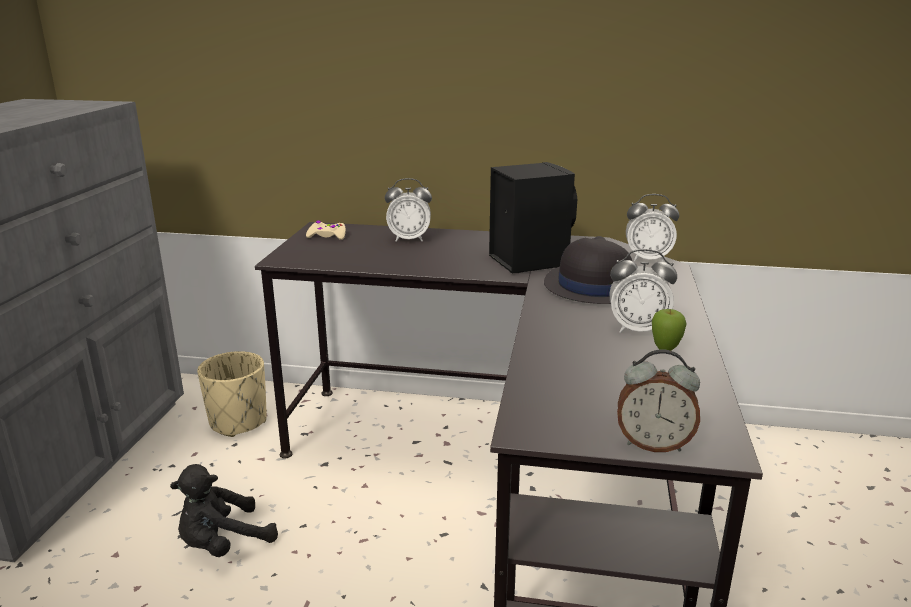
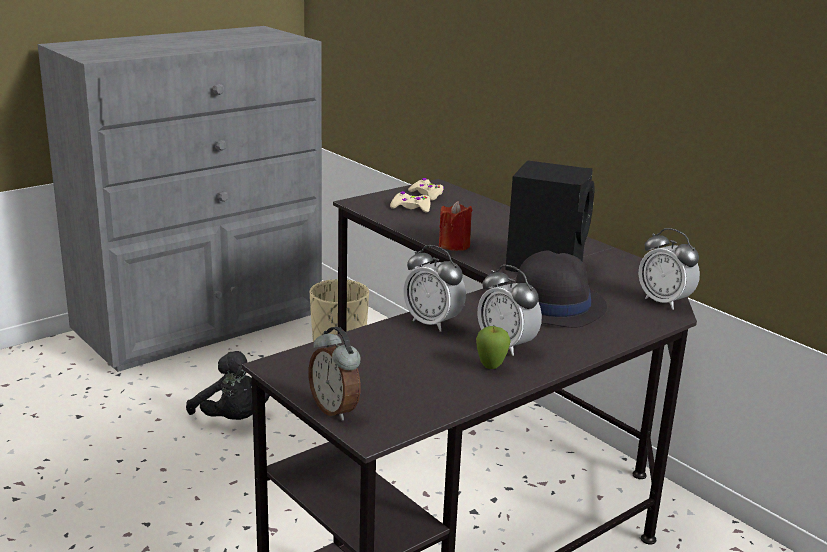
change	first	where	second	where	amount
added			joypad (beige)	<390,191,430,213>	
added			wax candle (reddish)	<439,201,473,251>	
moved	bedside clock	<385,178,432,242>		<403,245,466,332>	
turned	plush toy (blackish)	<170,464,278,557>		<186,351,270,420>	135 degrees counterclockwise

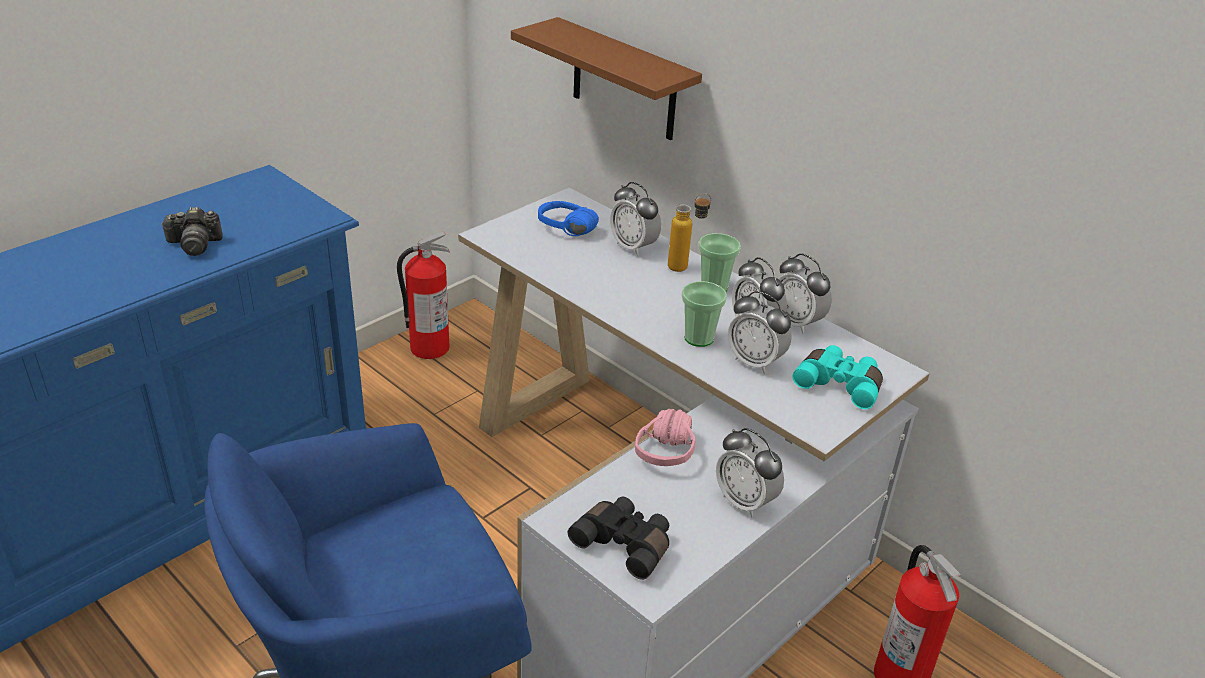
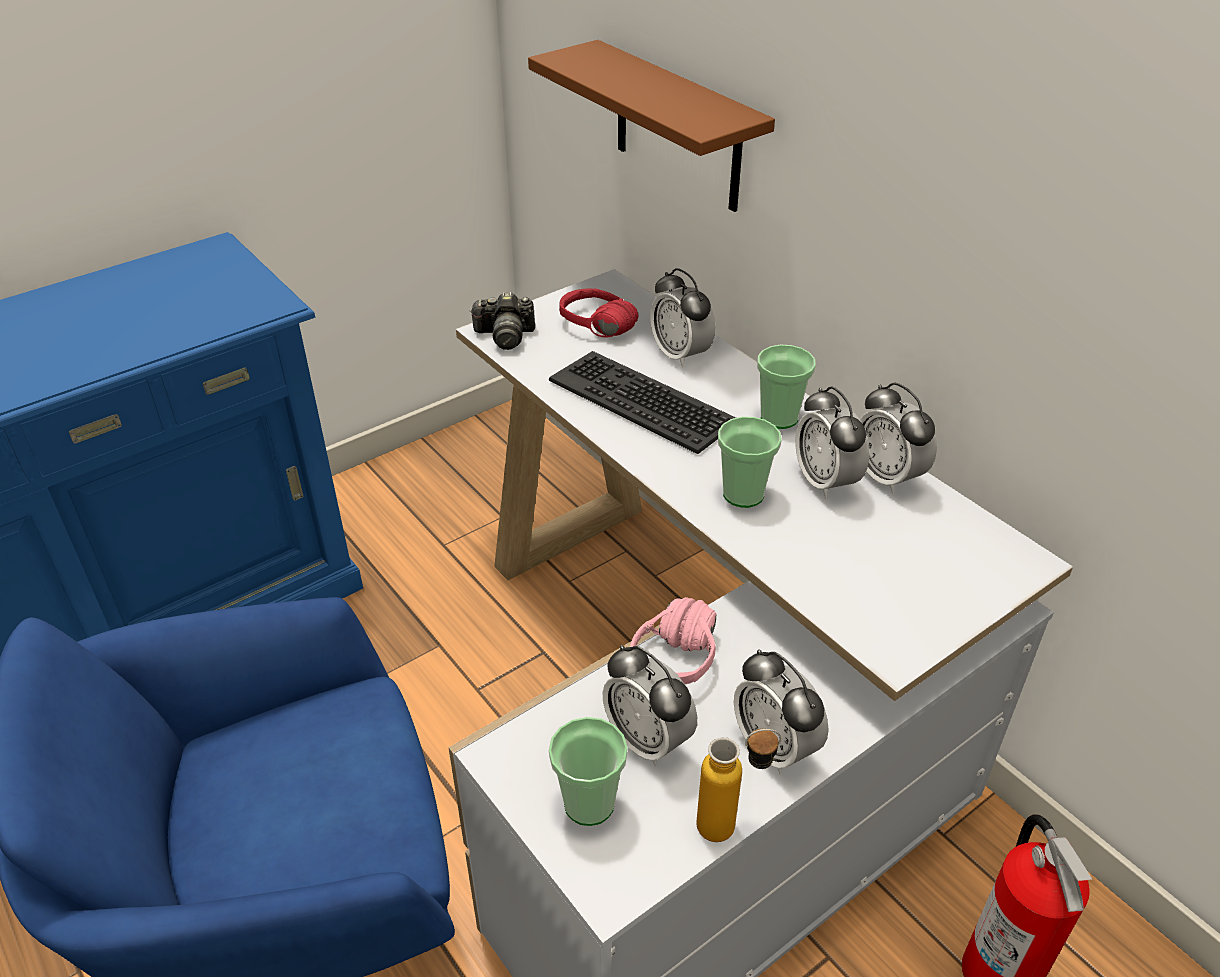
change	first	where	second	where	amount
removed	fire-fighting cylinder	<397,231,450,359>			
removed	pair of binoculars (turquoise-coloured)	<792,345,883,409>			
added			PC keyboard	<549,351,736,454>	
moved	photo camera	<161,207,223,256>		<470,292,535,350>	
moved	drink bottle	<668,193,712,272>		<696,729,781,842>	
moved	bedside clock	<728,291,792,374>		<603,645,697,766>	
replaced	pair of binoculars (blackish)	<568,497,669,580>	cup	<549,717,628,826>	
recoloured	headset (blue)	<538,201,599,236>	headset (reddish)	<559,288,639,338>	

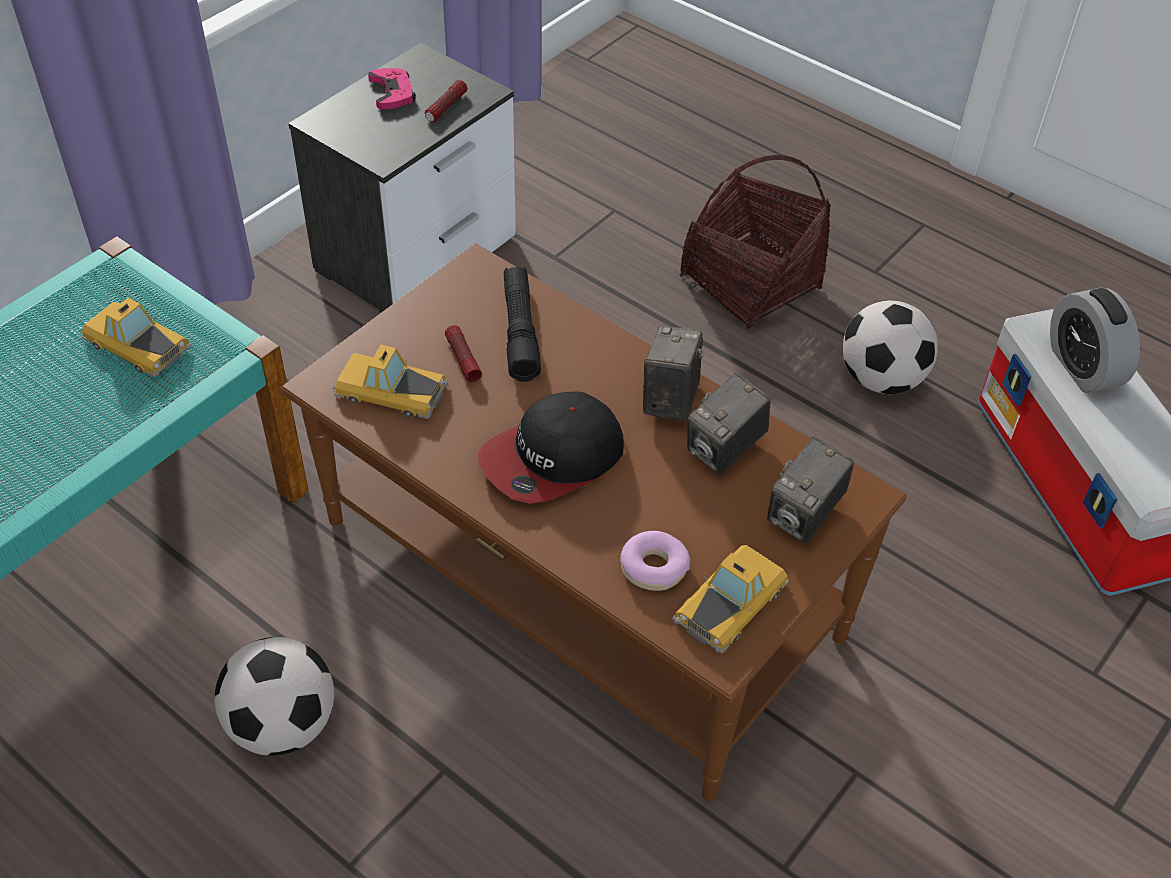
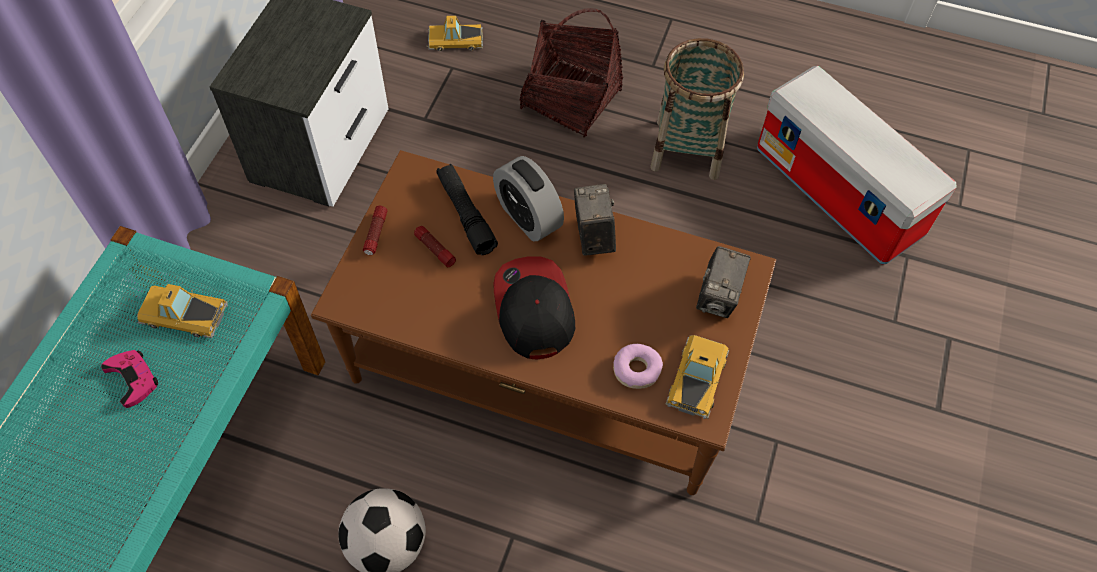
change	first	where	second	where	amount
removed	photo camera	<687,372,771,475>			
moved	miniature car	<333,345,448,419>		<426,16,483,51>	
moved	joypad (pinkish)	<368,68,416,110>		<101,350,158,408>	
moved	hand torch	<425,80,467,122>		<363,206,388,255>	
moved	bedside clock	<1050,288,1140,393>		<493,156,564,241>	
replaced	football ball	<843,300,938,394>	storage basket	<650,38,744,180>	
turned	cap	<478,392,624,504>		<493,256,575,359>	135 degrees clockwise

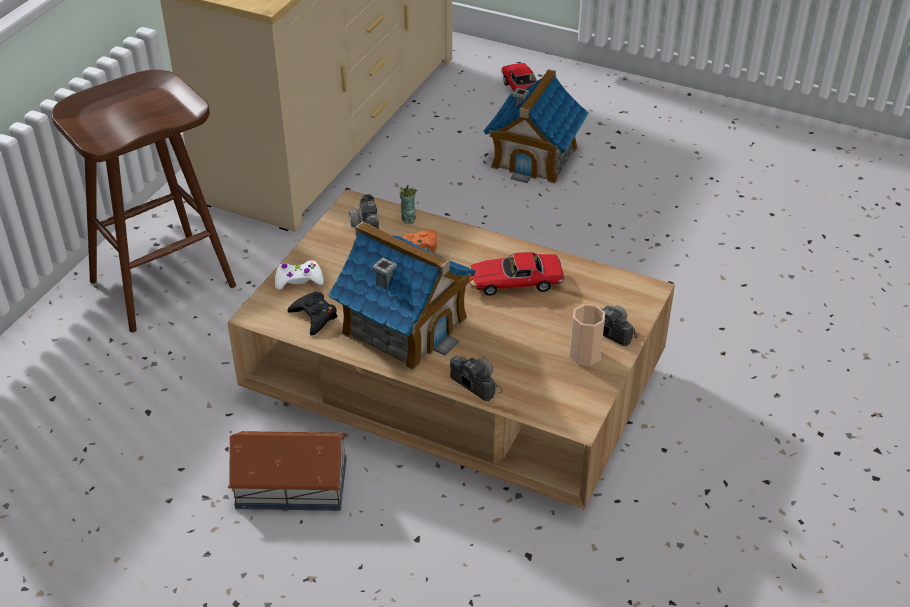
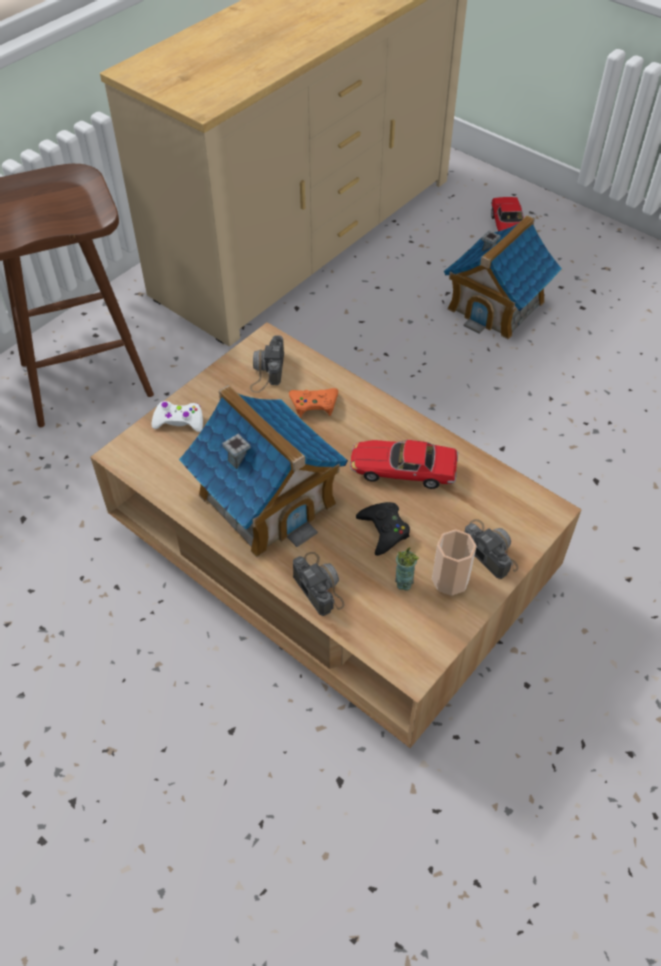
change	first	where	second	where	amount
removed	toy house	<228,431,348,511>			
moved	joypad (blackish)	<288,292,337,336>		<356,502,410,556>	
moved	cup	<400,185,417,224>		<395,547,419,591>	

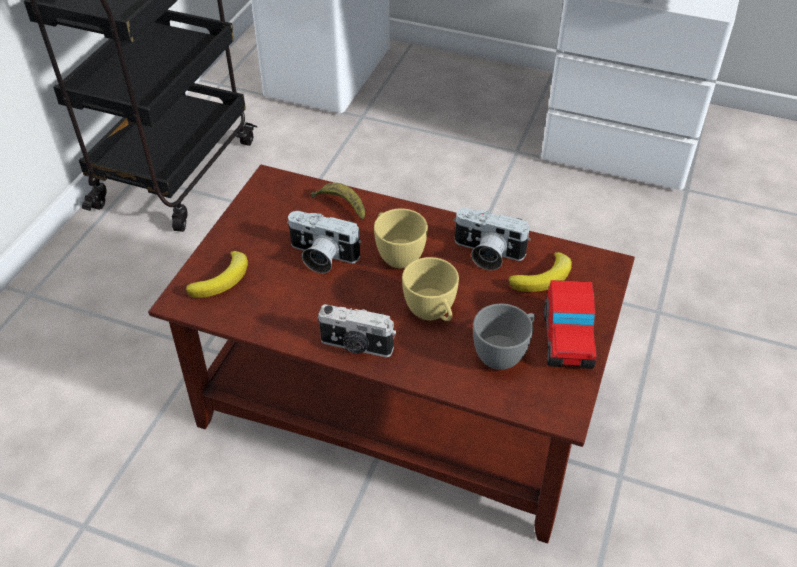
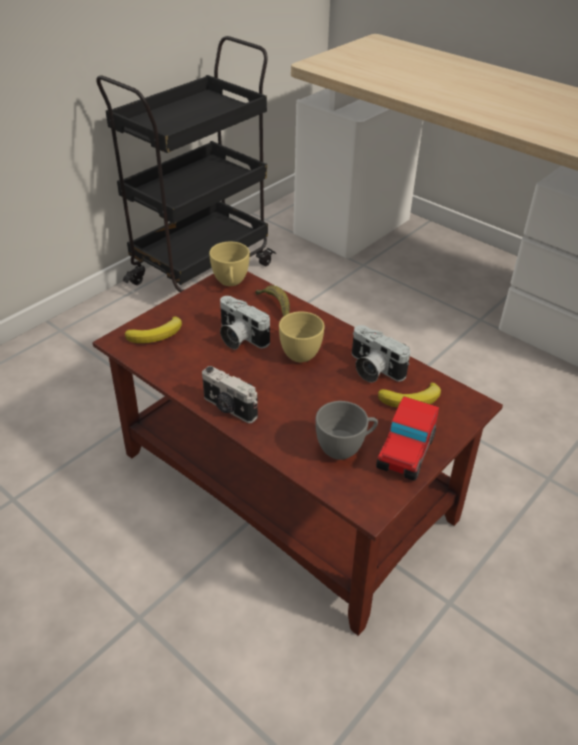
change	first	where	second	where	amount
moved	cup (yellow-coloured)	<402,257,459,321>		<209,242,250,286>	

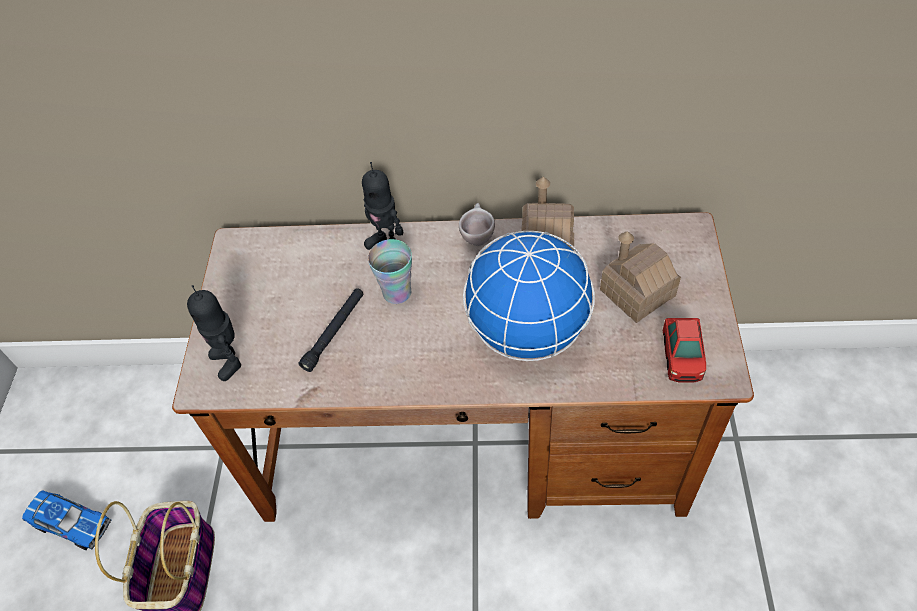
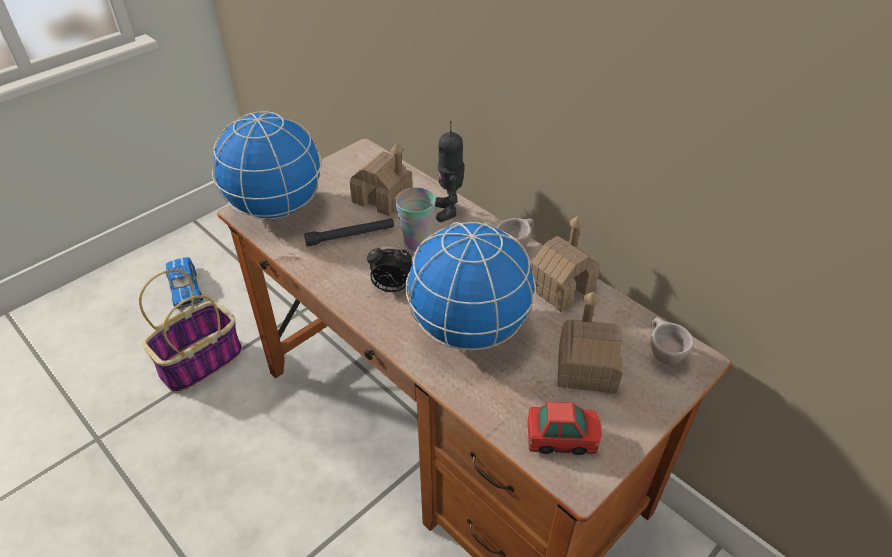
change	first	where	second	where	amount
added			toy house	<349,143,413,216>	
added			bedside clock	<367,245,412,292>	
added			cup (beige)	<650,317,694,364>	
replaced	toy robot	<187,285,241,381>	world globe	<212,111,322,220>	
turned	miniature car	<663,318,706,383>		<528,402,602,455>	135 degrees counterclockwise

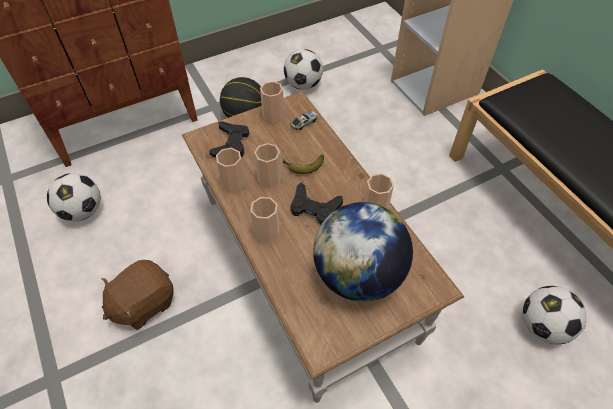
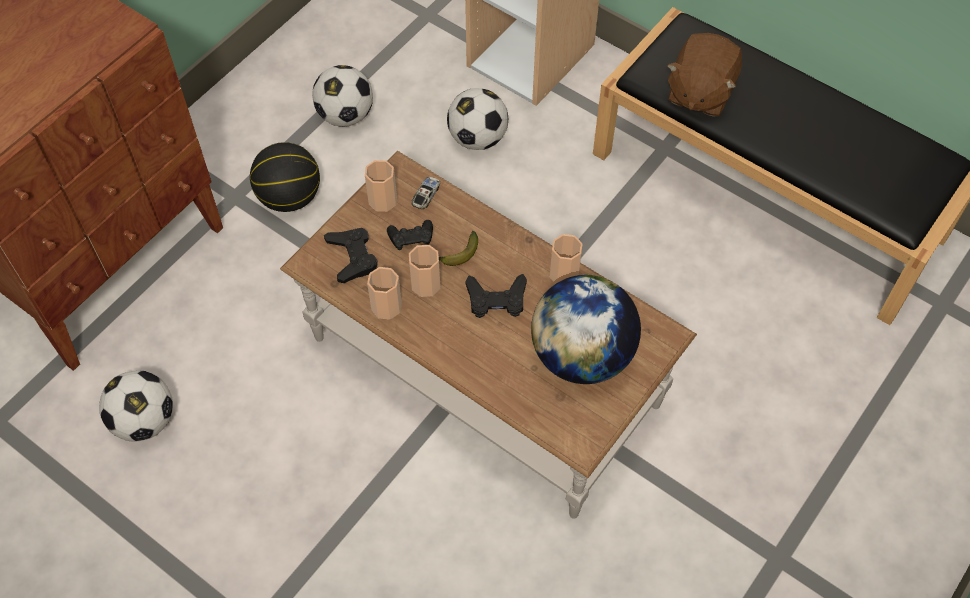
change	first	where	second	where	amount
removed	cup	<250,197,279,243>			
added			joypad (blackish)	<387,220,433,250>	
moved	plush toy (brown)	<101,260,174,330>		<667,33,742,116>	
moved	football ball	<523,286,586,344>		<447,88,508,150>	

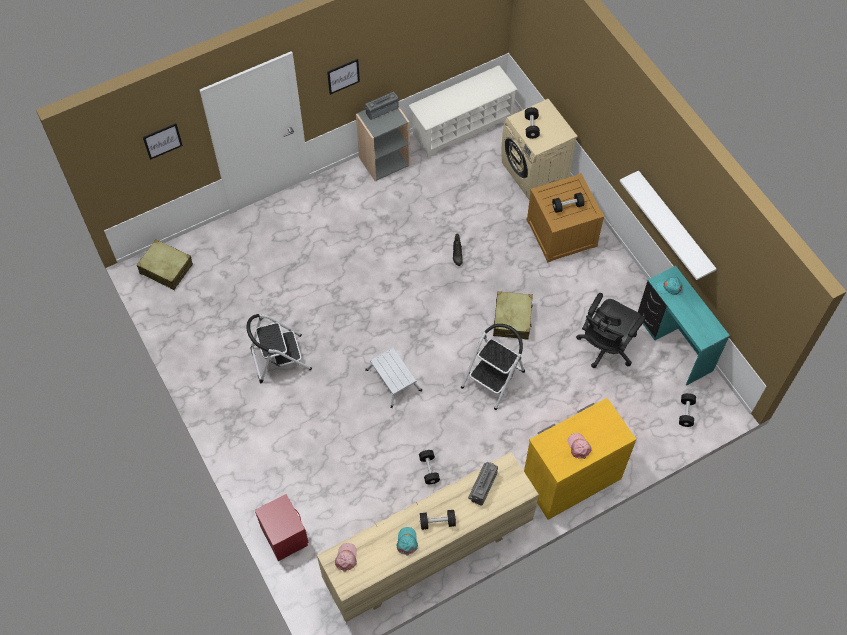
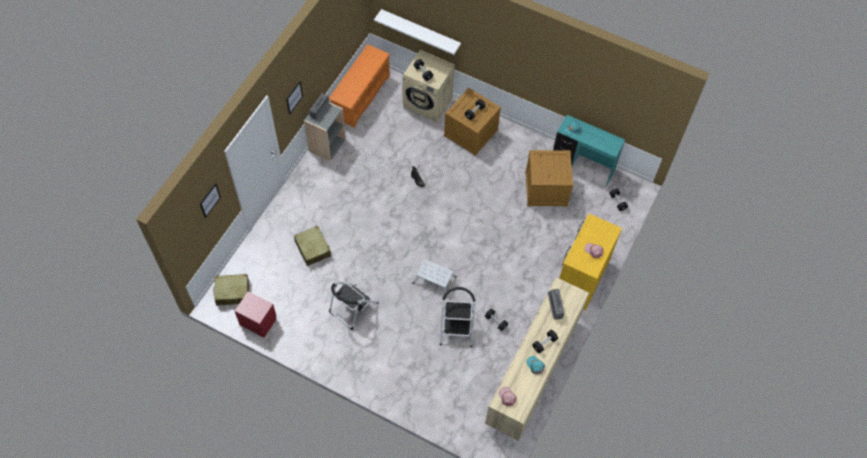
change	first	where	second	where	amount
moved	night table (reddish)	<255,494,309,561>		<235,291,276,337>	
moved	stepladder	<461,324,525,410>		<440,287,476,347>	
moved	travel case (beige)	<493,291,533,340>		<294,226,331,266>	
moved	bracket shelf (whitish)	<620,171,716,280>		<374,9,461,55>	
replaced	desk chair	<576,293,646,368>	packing crate	<525,150,573,207>	
recoloured	shoe stand (whitish)	<409,65,518,158>	shoe stand (orange-coloured)	<329,44,390,128>	

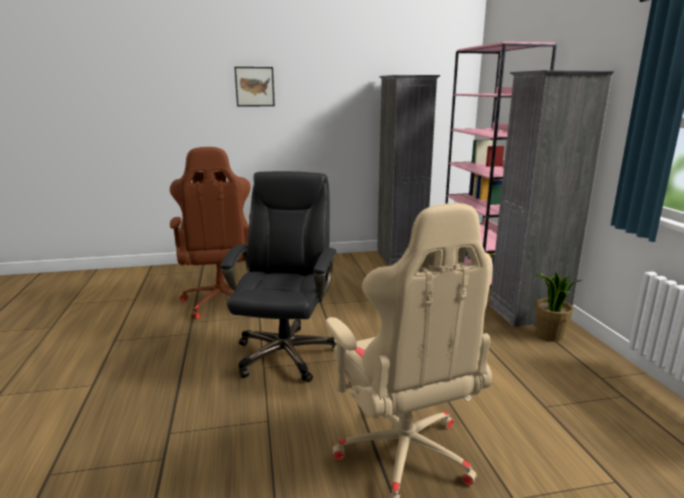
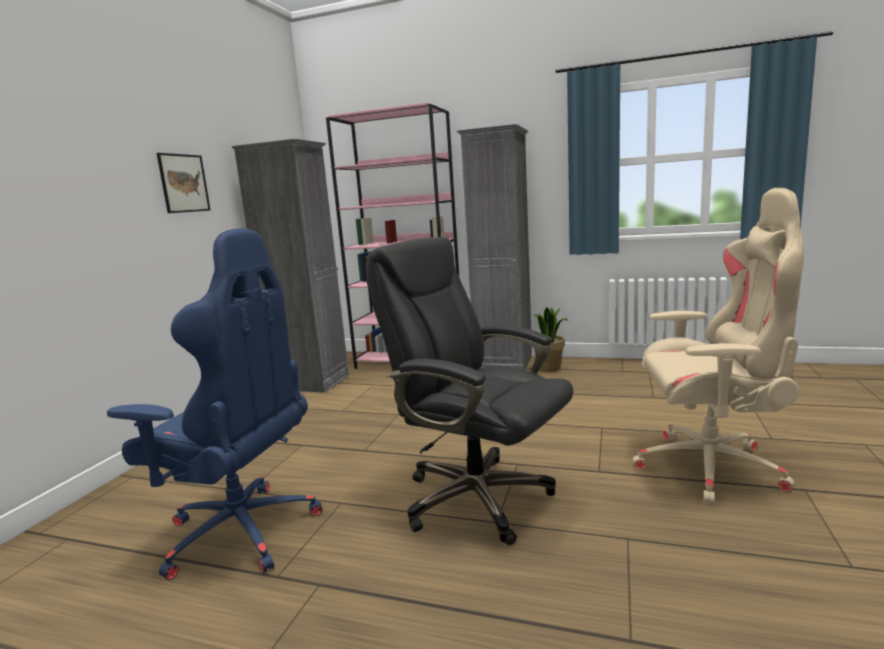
change	first	where	second	where	amount
moved	picture	<235,67,275,107>		<157,153,211,213>	
recoloured	desk chair (brown)	<170,147,251,319>	desk chair (blue)	<107,228,322,580>	

